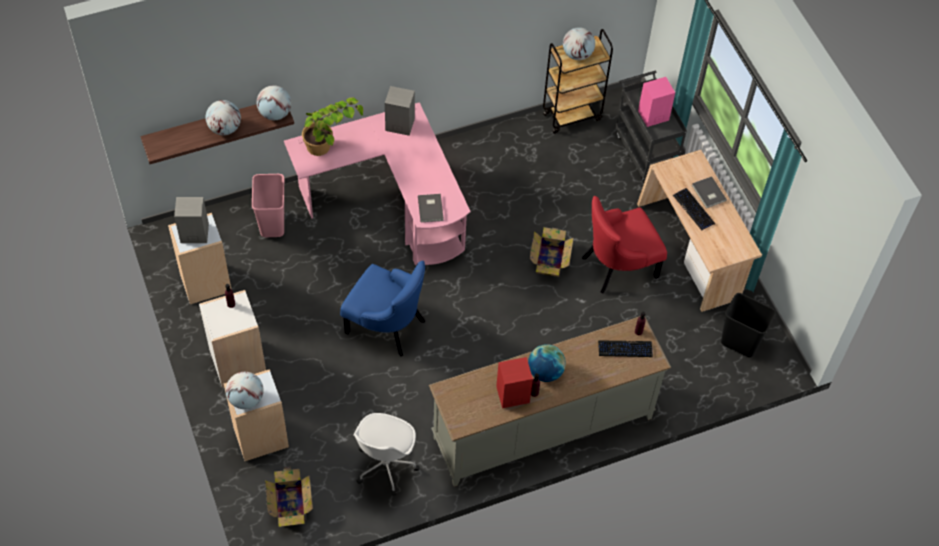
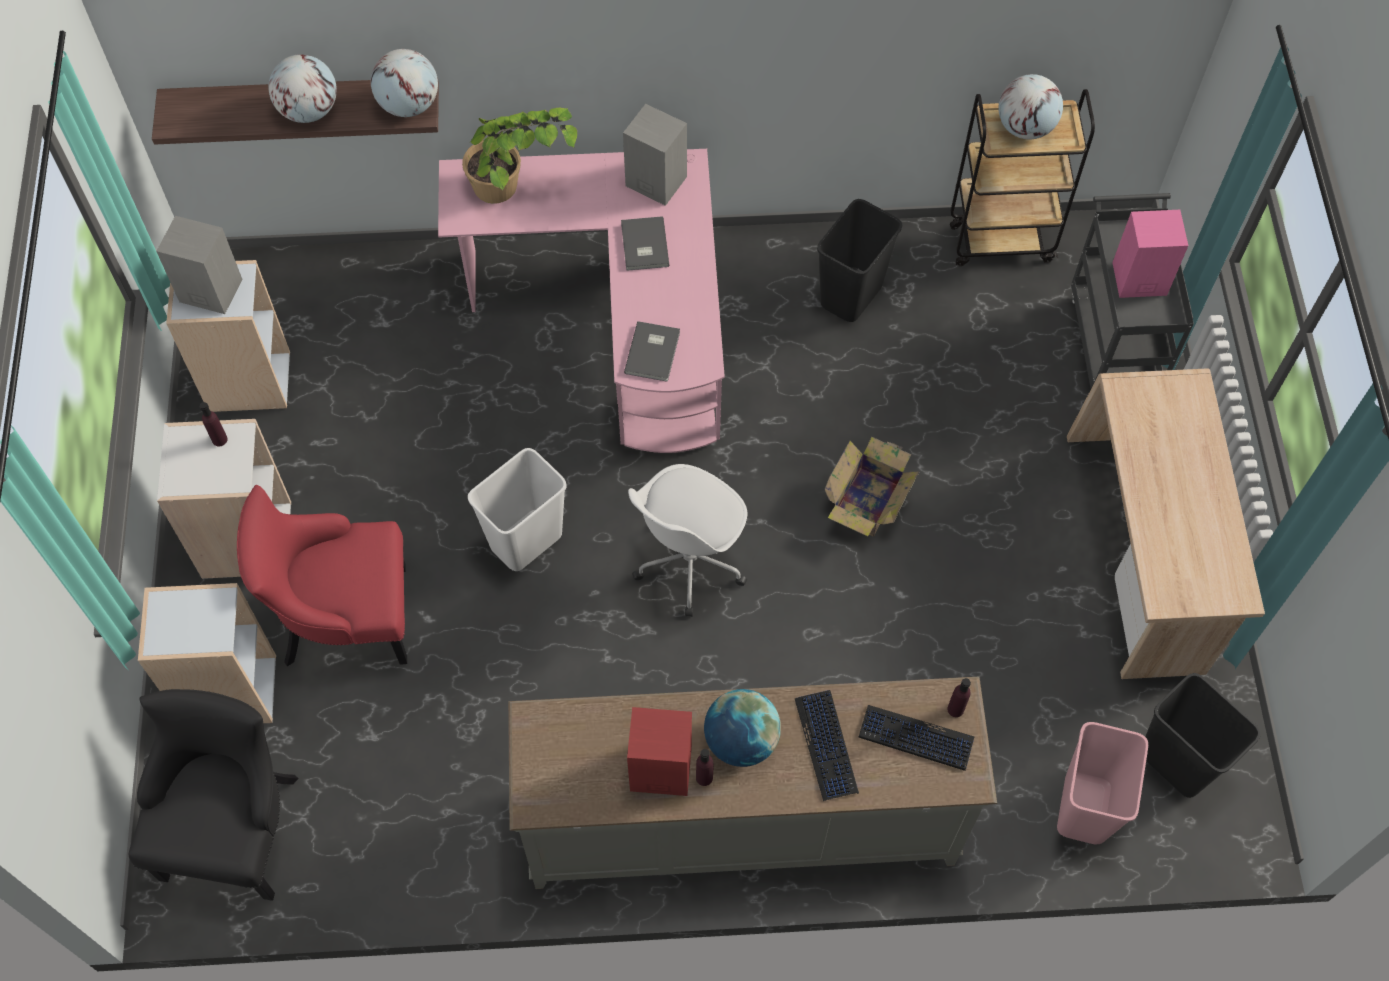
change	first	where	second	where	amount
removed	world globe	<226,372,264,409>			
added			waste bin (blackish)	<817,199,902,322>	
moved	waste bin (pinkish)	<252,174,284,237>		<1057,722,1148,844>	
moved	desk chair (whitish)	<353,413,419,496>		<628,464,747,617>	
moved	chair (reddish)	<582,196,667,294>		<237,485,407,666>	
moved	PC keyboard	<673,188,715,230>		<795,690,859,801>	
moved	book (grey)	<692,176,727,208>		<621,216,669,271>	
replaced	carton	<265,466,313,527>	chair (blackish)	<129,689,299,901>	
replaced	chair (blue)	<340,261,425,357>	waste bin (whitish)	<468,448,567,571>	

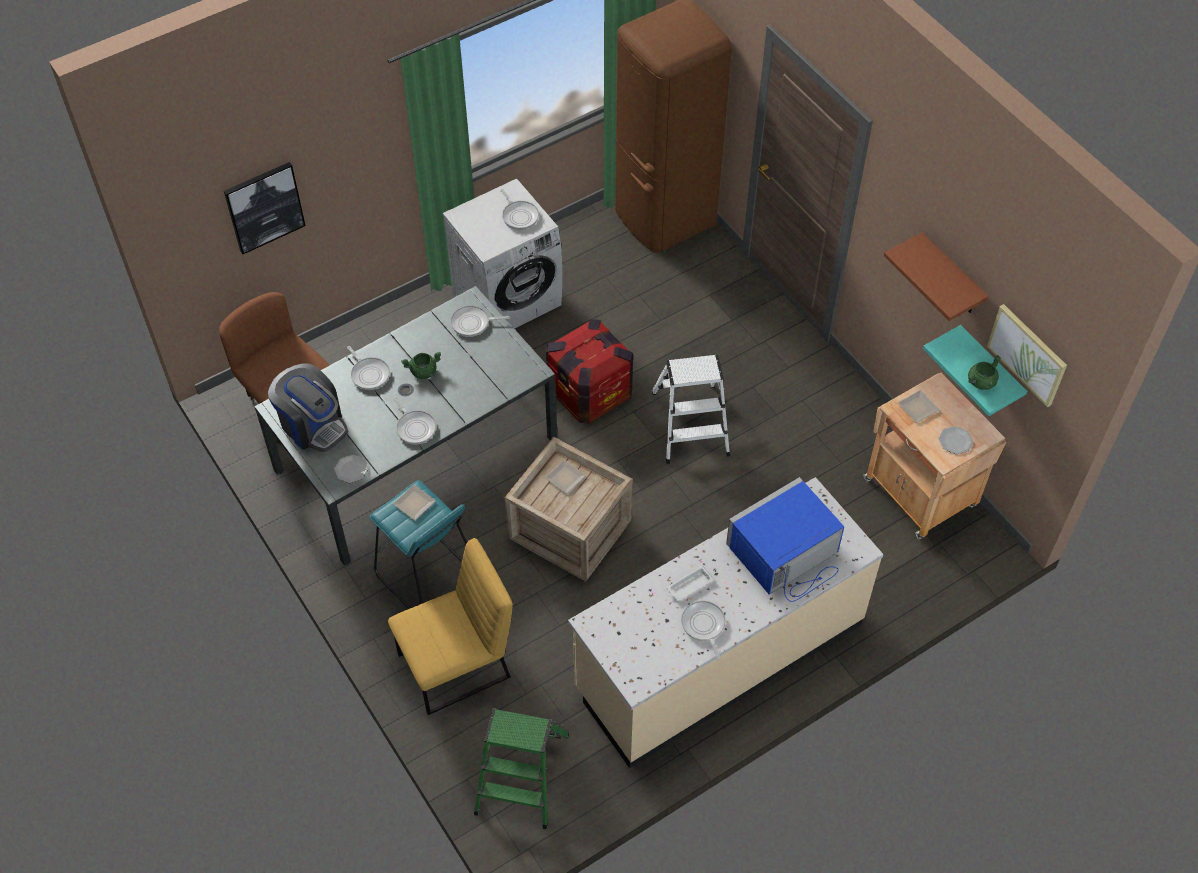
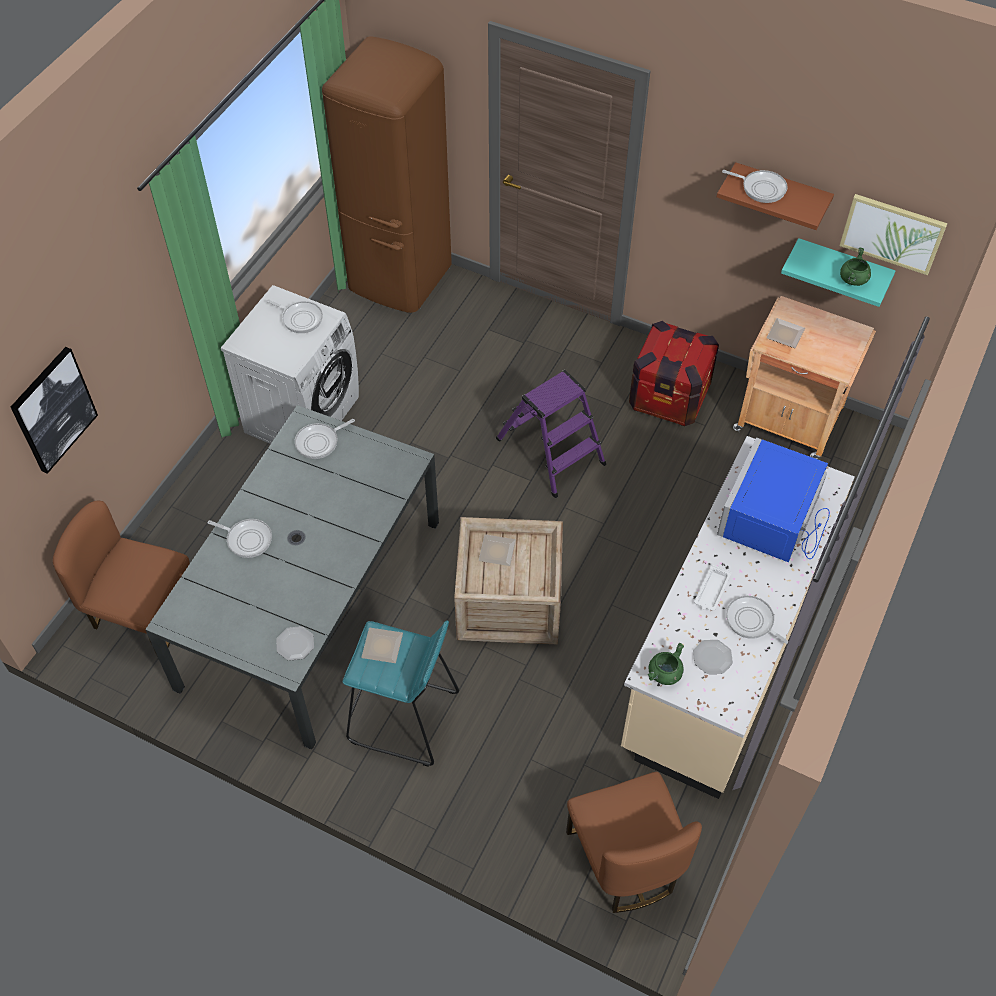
change	first	where	second	where	amount
removed	coffee maker	<268,363,348,452>			
removed	chair (yellow-coloured)	<388,538,513,715>			
moved	skillet	<394,398,436,445>		<722,170,787,203>	
moved	cooking pot (green-coloured)	<401,351,441,379>		<648,643,684,685>	
moved	packing crate	<546,319,633,424>		<629,321,719,426>	
moved	flat dish	<939,426,973,454>		<693,640,733,674>	
replaced	stepladder (green-coloured)	<474,708,569,829>	chair (brown)	<566,772,702,913>	
recoloured	stepladder (whitish)	<652,354,730,464>	stepladder (purple-coloured)	<496,370,606,498>	

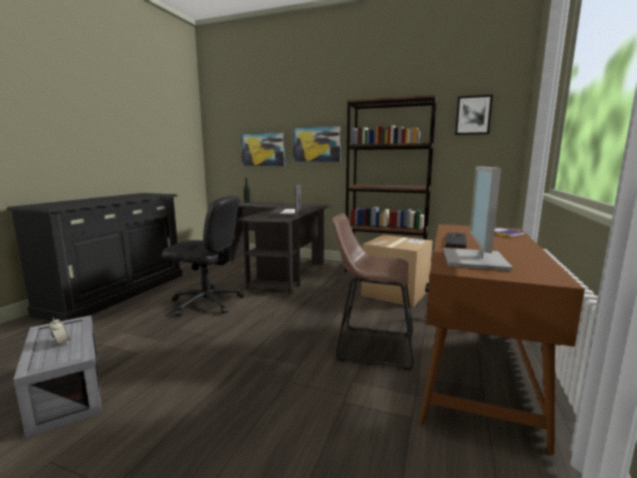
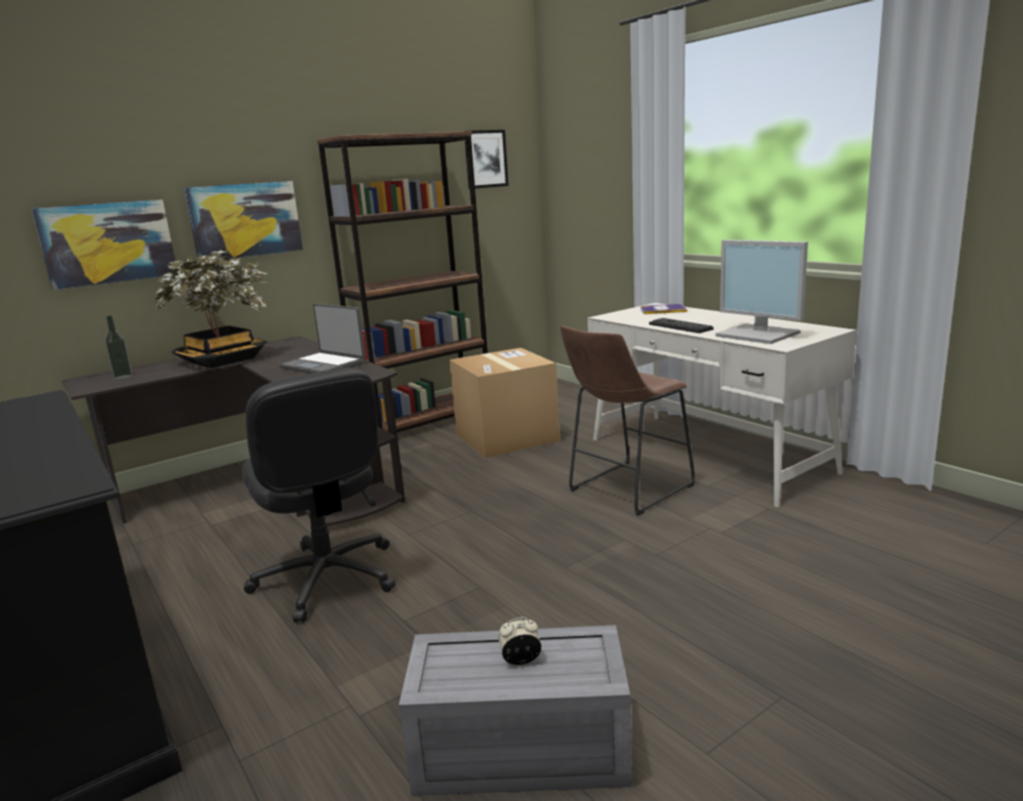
change	first	where	second	where	amount
added			potted plant	<155,248,268,368>	
recoloured	desk unit (brown)	<420,224,585,455>	desk unit (whitish)	<588,303,856,507>	
turned	desk chair (blackish)	<162,195,244,317>		<242,368,396,623>	105 degrees clockwise

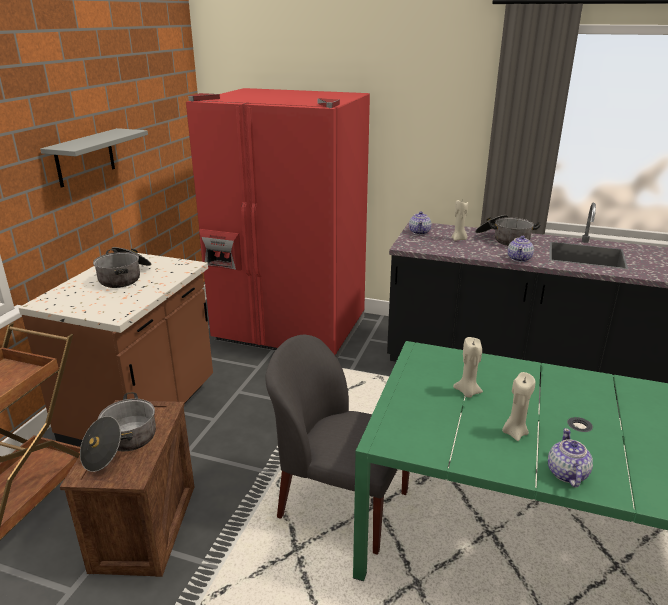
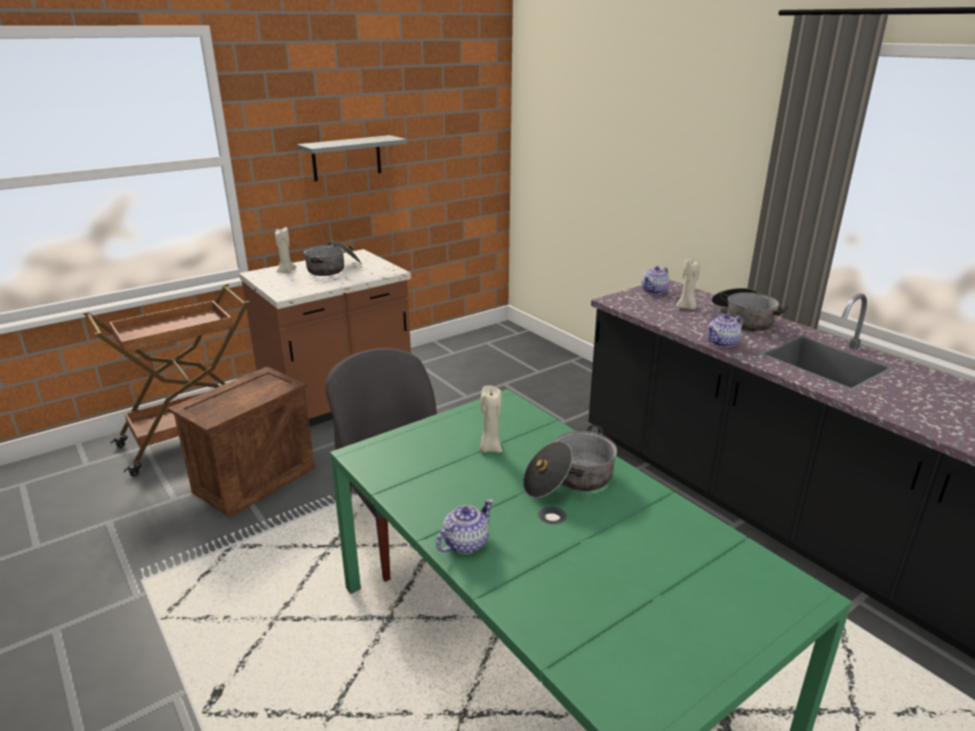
change	first	where	second	where	amount
removed	kitchen fridge (reddish)	<186,88,370,359>			
moved	cooking pot	<80,392,156,472>		<523,425,617,498>	
moved	wax candle (beige)	<502,372,535,441>		<275,227,297,273>	

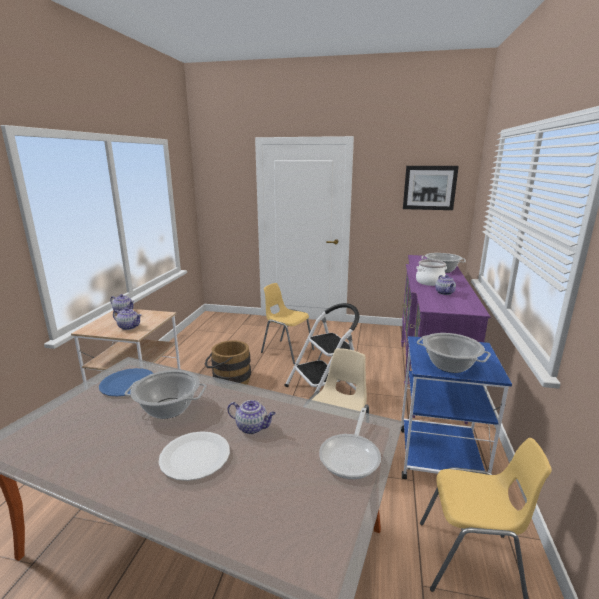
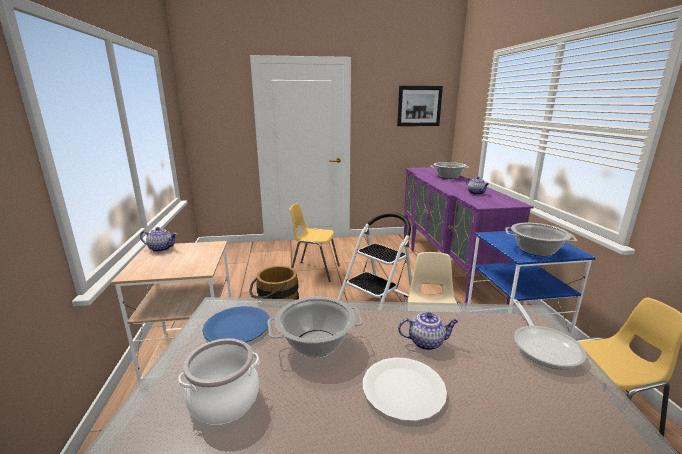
change	first	where	second	where	amount
removed	pot for tea	<113,308,142,330>			
moved	cooking pot	<416,260,447,286>		<179,338,259,424>	

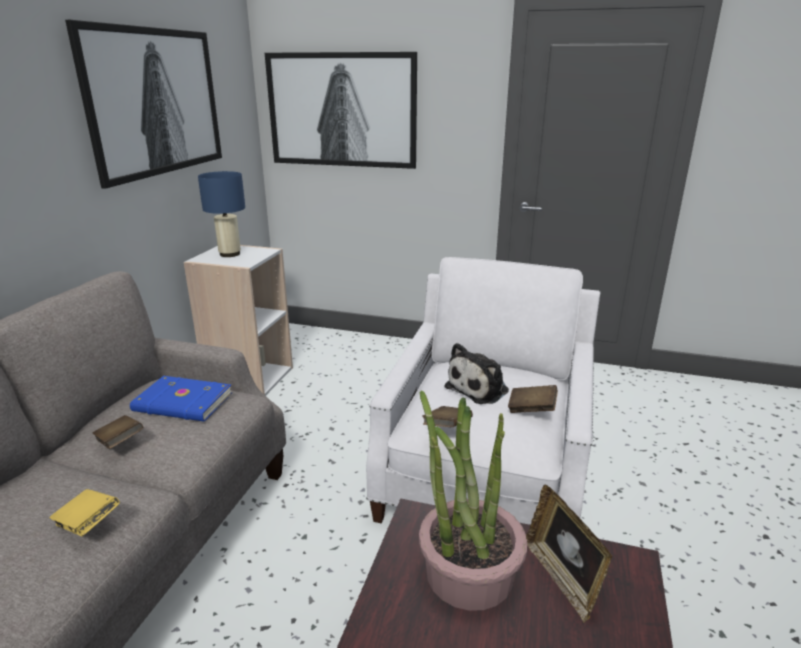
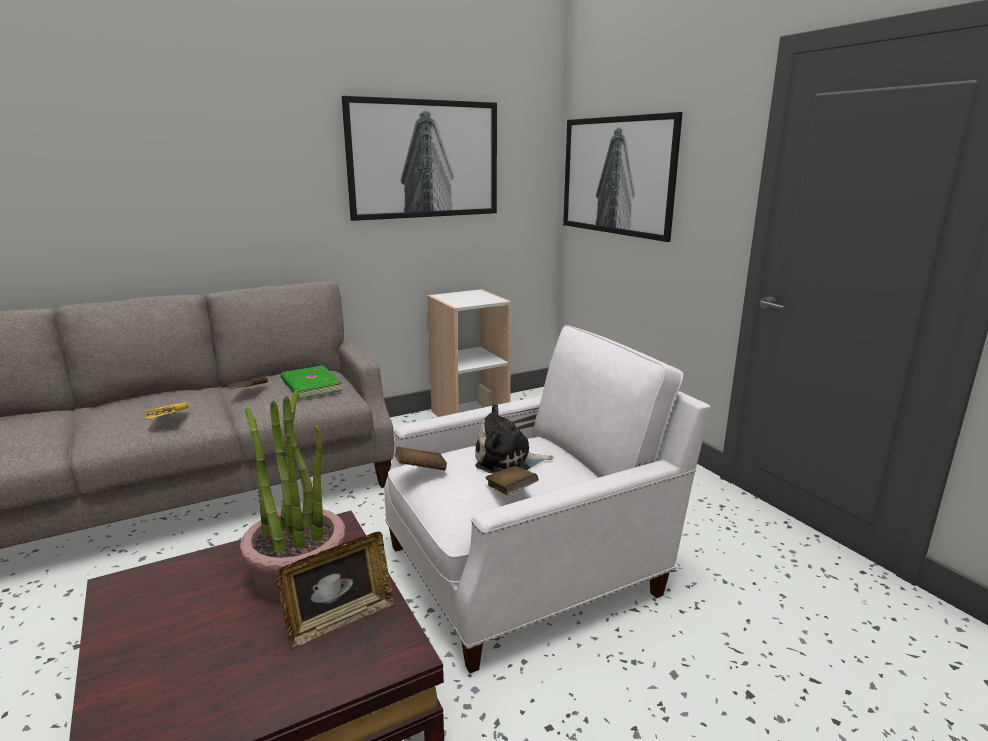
change	first	where	second	where	amount
removed	table lamp (blue)	<198,171,245,257>			
recoloured	book (blue)	<130,376,232,421>	book (green-coloured)	<281,365,343,399>	
turned	picture frame	<526,485,612,623>		<277,532,394,647>	150 degrees counterclockwise

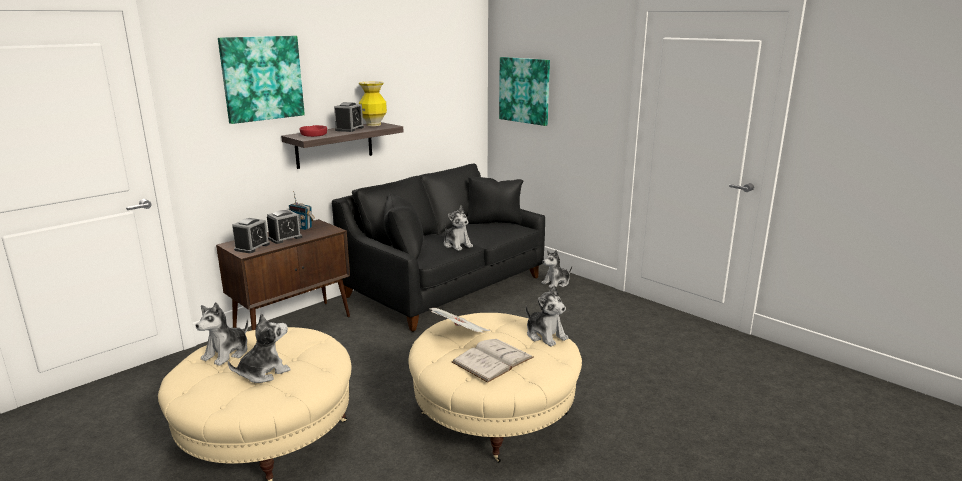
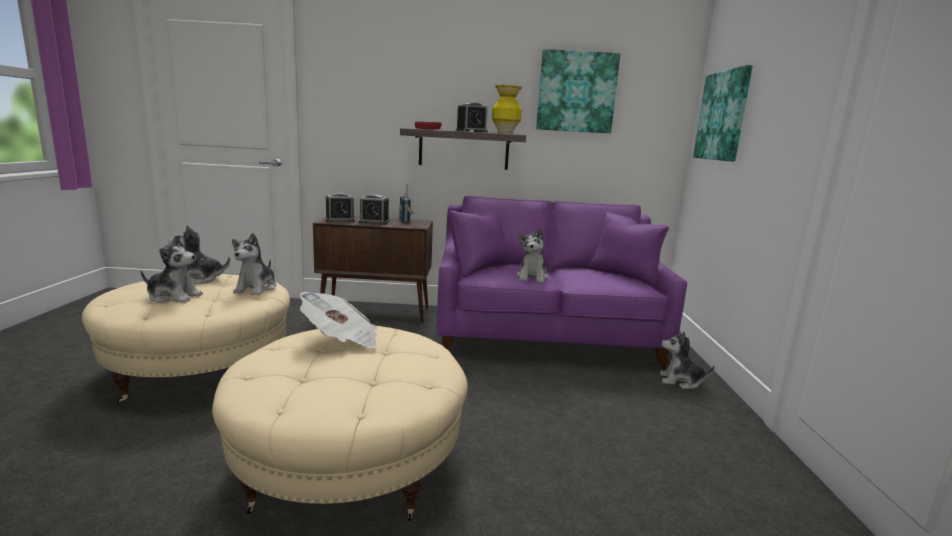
change	first	where	second	where	amount
removed	book (whitish)	<452,339,534,383>			
moved	picture	<218,36,305,124>		<536,49,620,133>	
moved	plush toy	<526,285,568,347>		<232,233,277,295>	
recoloured	sofa (blackish)	<332,164,545,332>	sofa (purple-coloured)	<436,196,687,367>	

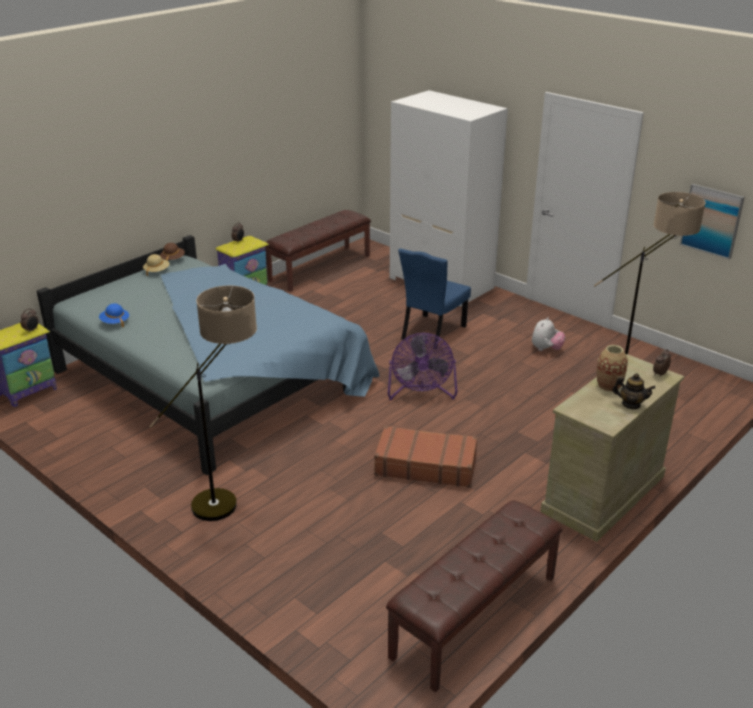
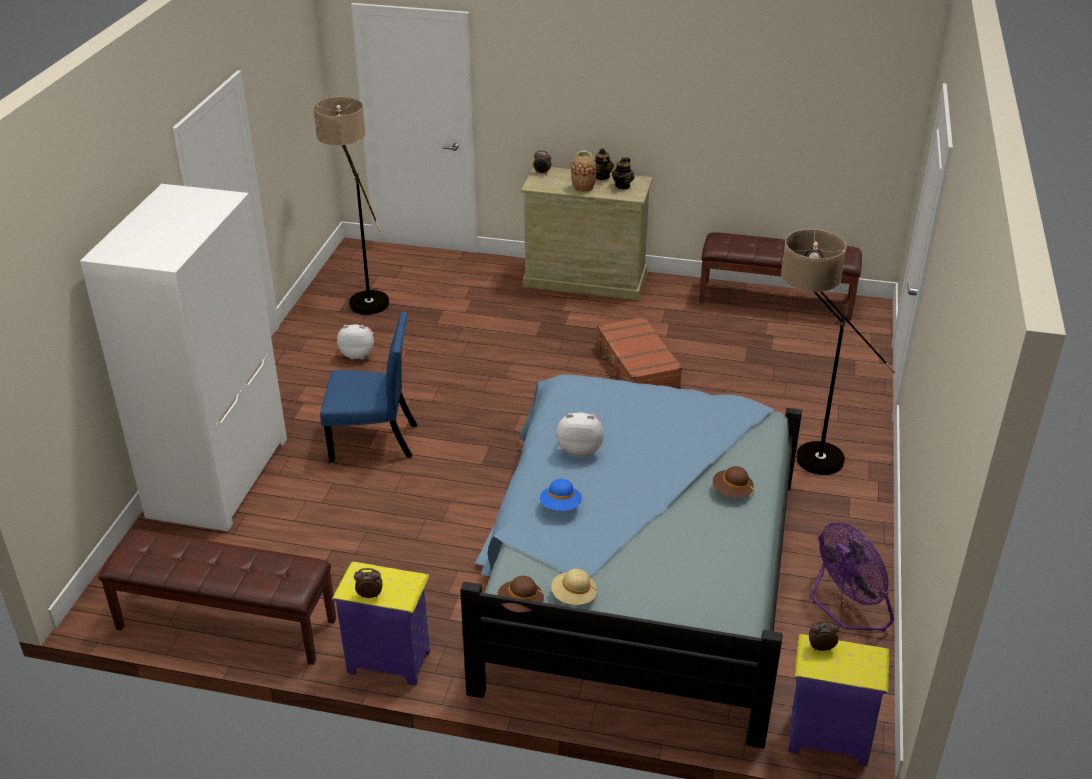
change	first	where	second	where	amount
removed	picture	<680,184,745,259>			
added			plush toy	<556,413,604,457>	
added			pot for tea	<612,157,634,189>	
added			clothing hat (brown)	<713,466,754,498>	
moved	clothing hat (blue)	<99,303,129,327>		<540,479,582,511>	
moved	cooling fan (purple-coloured)	<388,333,457,400>		<811,522,894,632>	

